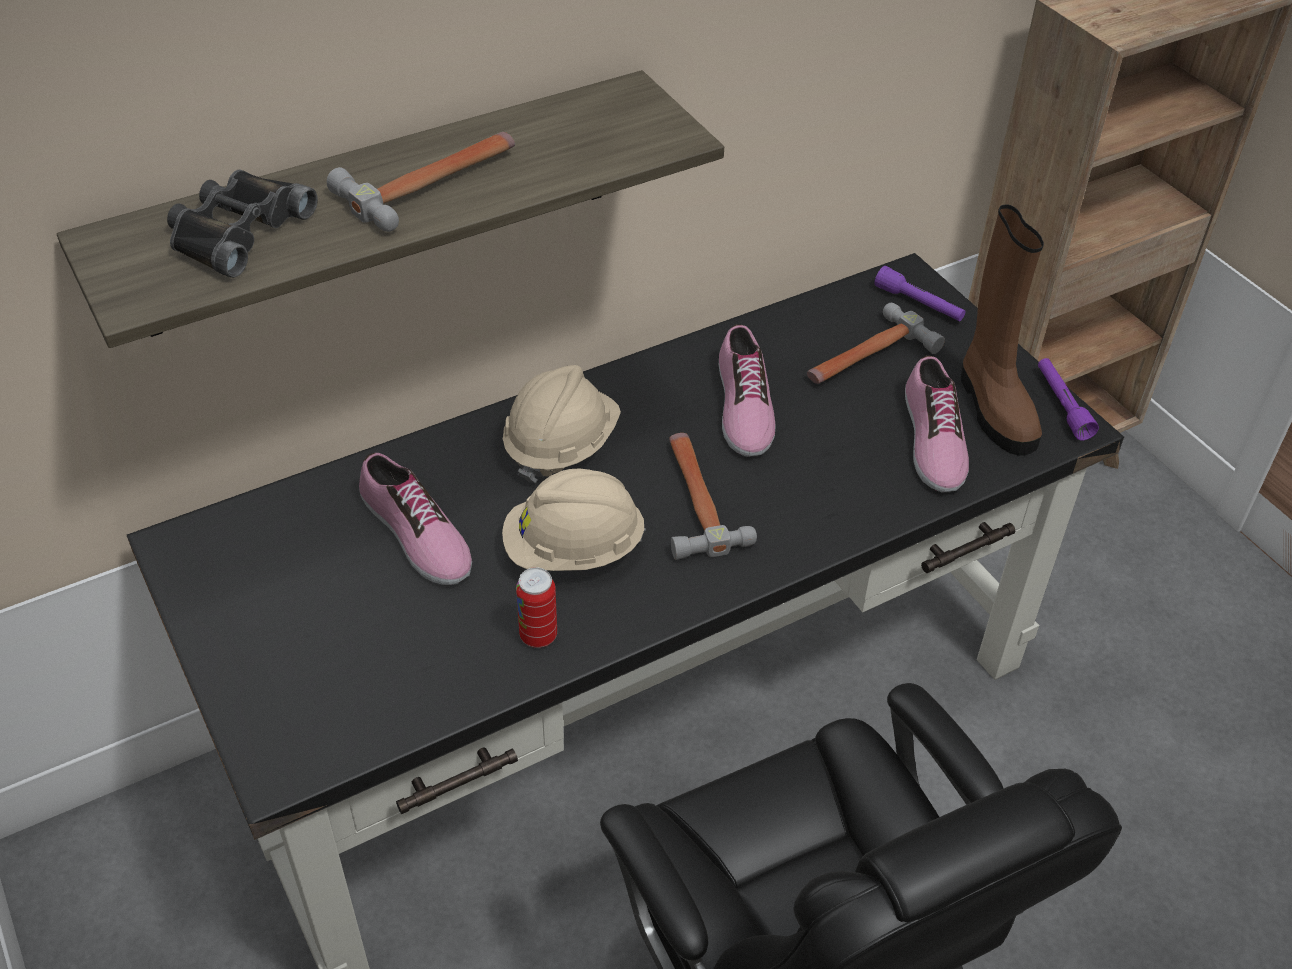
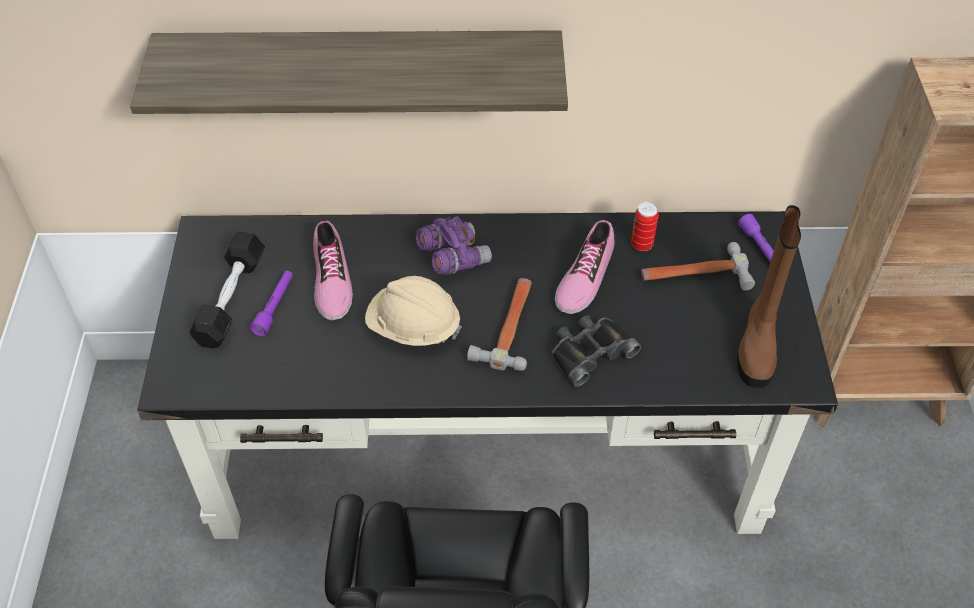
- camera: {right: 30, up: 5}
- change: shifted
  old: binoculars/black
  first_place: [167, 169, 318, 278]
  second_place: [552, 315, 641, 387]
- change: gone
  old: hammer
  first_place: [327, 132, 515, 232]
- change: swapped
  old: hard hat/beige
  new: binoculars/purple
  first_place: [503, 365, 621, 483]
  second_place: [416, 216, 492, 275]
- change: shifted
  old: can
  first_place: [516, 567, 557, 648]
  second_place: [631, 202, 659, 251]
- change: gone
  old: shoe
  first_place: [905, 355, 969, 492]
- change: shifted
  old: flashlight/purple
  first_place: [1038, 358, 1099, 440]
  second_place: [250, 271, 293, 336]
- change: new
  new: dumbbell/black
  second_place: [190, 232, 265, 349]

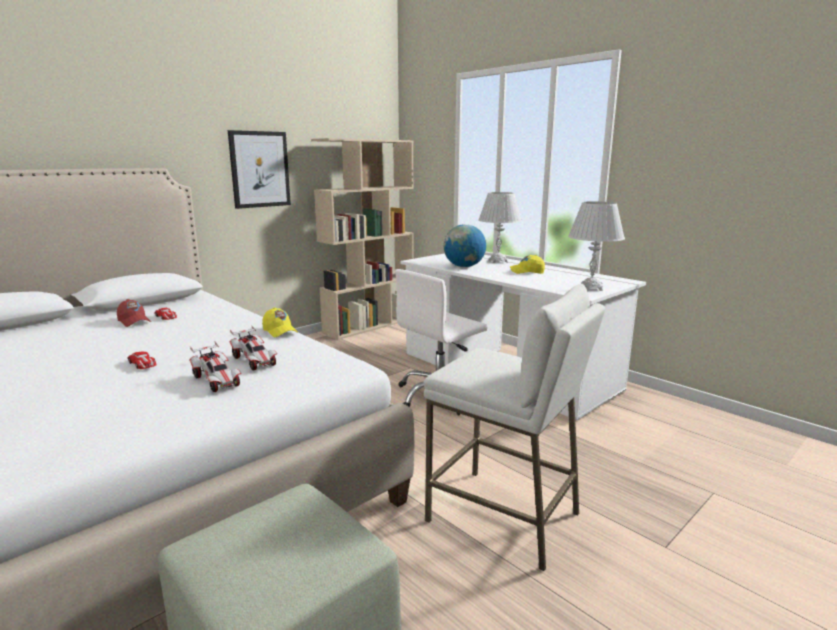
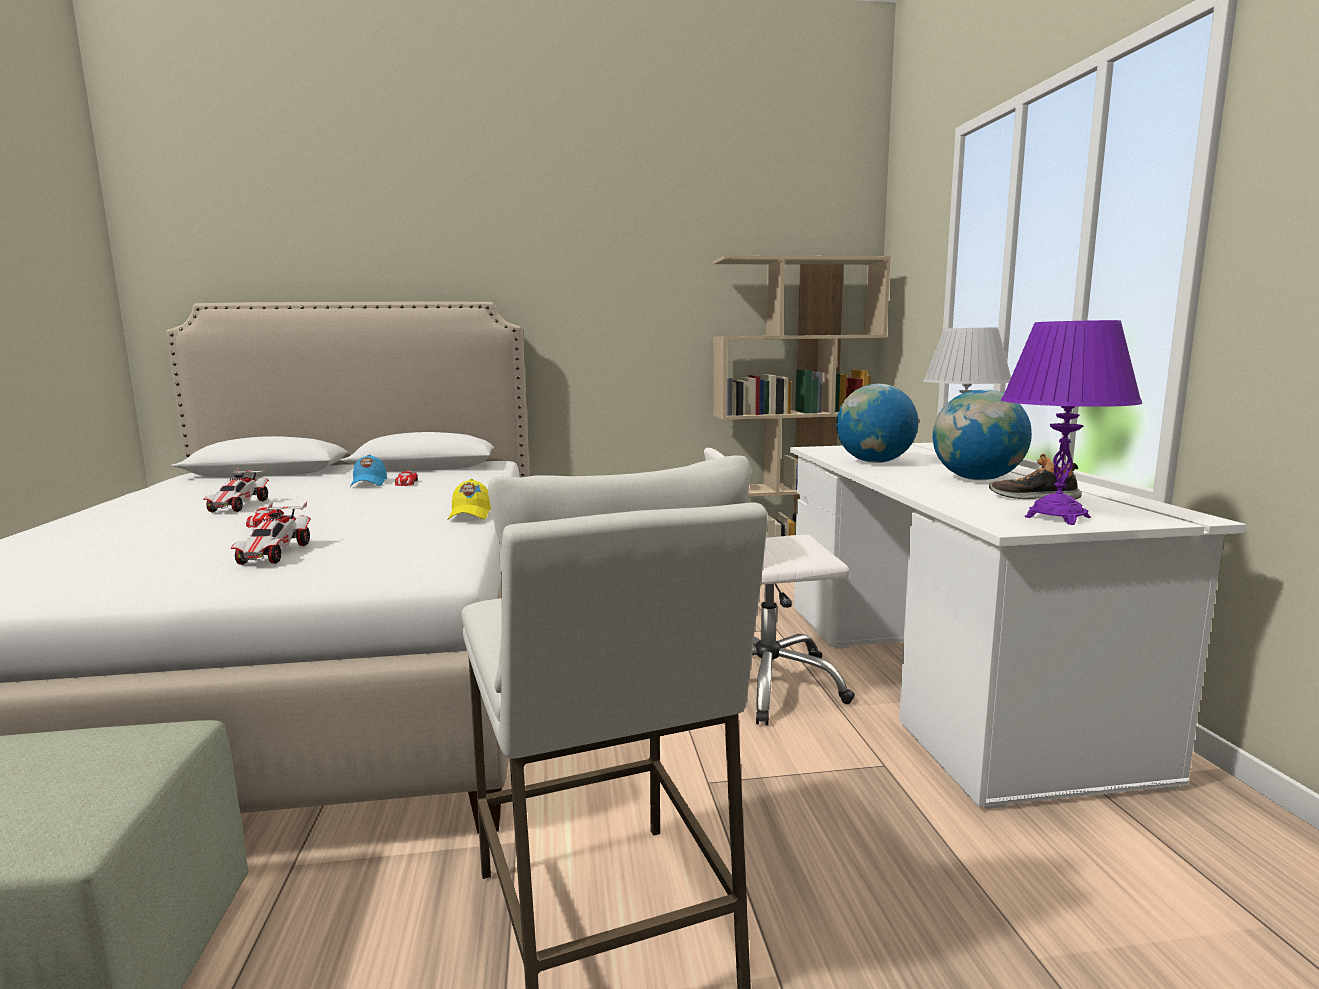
- camera: {right: 35, up: -5}
- change: repainted
  old: cap/red
  new: cap/blue
  first_place: [117, 299, 151, 327]
  second_place: [350, 455, 387, 487]
- change: gone
  old: picture
  first_place: [228, 130, 291, 209]
- change: shifted
  old: toy car
  first_place: [229, 325, 277, 370]
  second_place: [203, 467, 269, 513]
- change: swapped
  old: cap/yellow
  new: globe
  first_place: [510, 255, 545, 274]
  second_place: [932, 389, 1032, 480]
- change: repainted
  old: table lamp/white
  new: table lamp/purple
  first_place: [568, 201, 625, 291]
  second_place: [1001, 320, 1142, 525]
- change: new
  new: shoe
  second_place: [989, 454, 1082, 499]

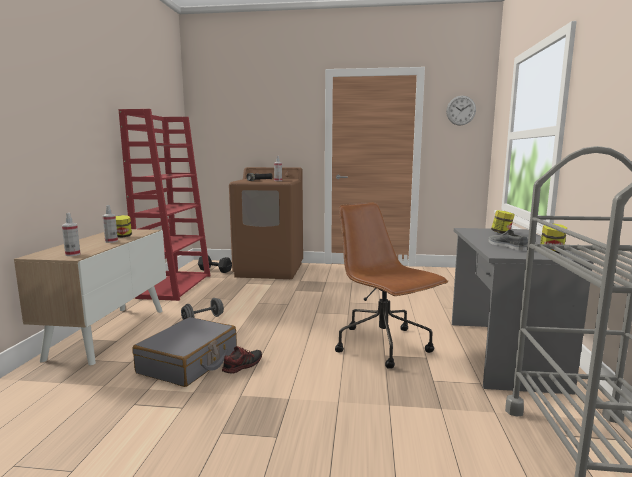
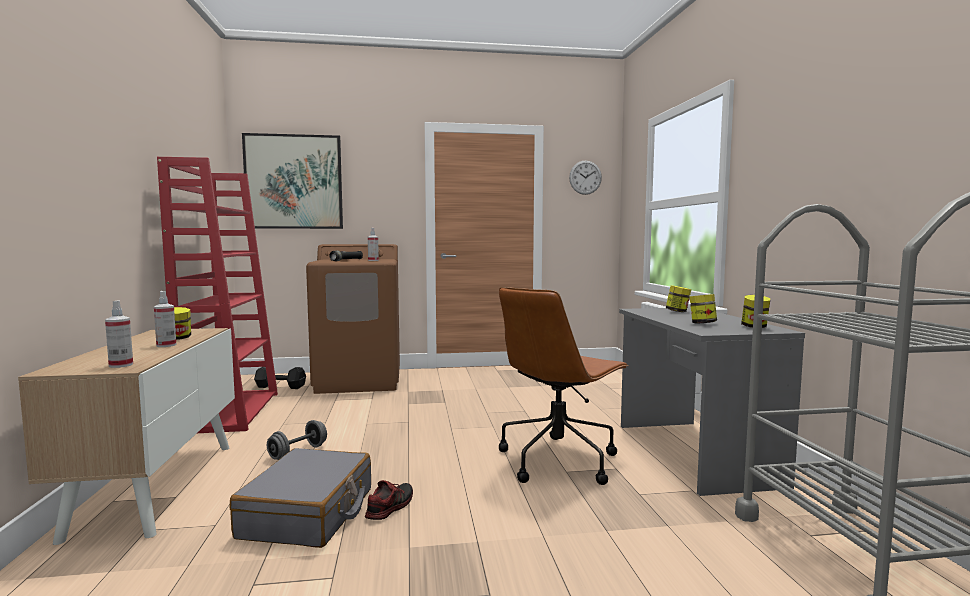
- camera: {right: -15, up: -5}
- change: rotated
  old: office chair/brown
  first_place: [335, 202, 448, 369]
  second_place: [499, 287, 629, 485]
  degrees: -90
- change: swapped
  old: shoe/grey
  new: jar
  first_place: [488, 230, 528, 251]
  second_place: [689, 294, 717, 323]
- change: new
  new: picture
  second_place: [242, 133, 343, 229]

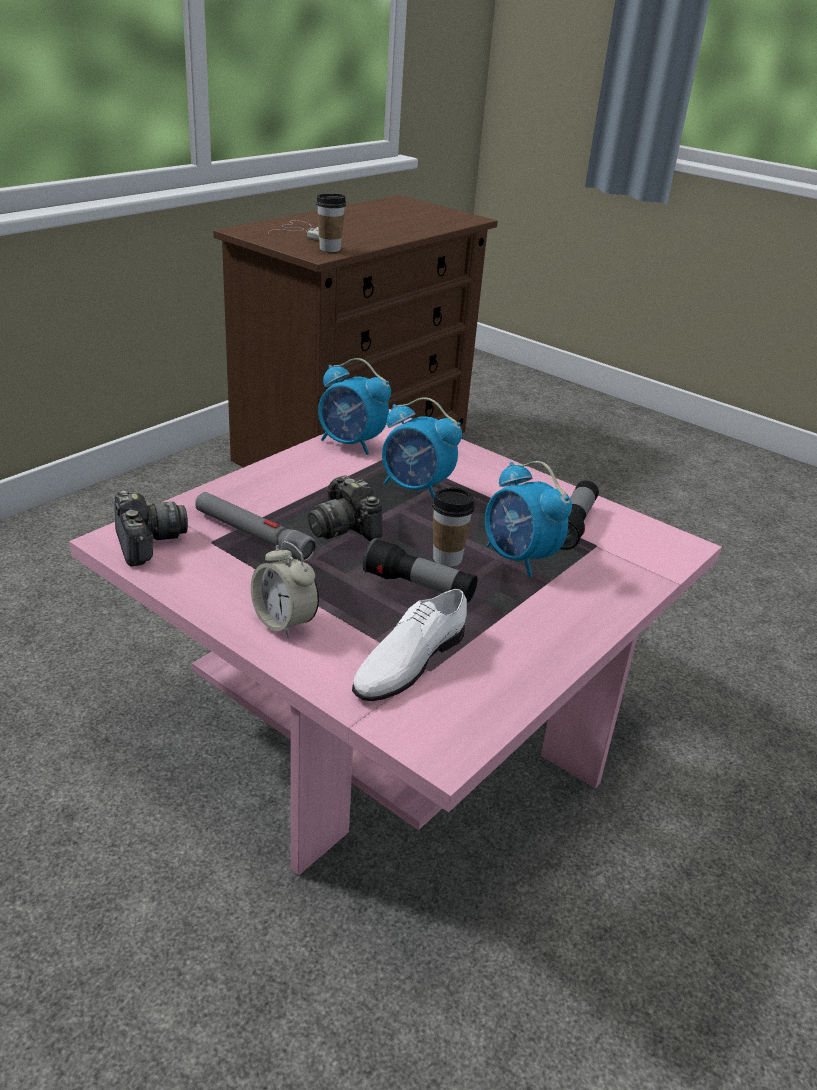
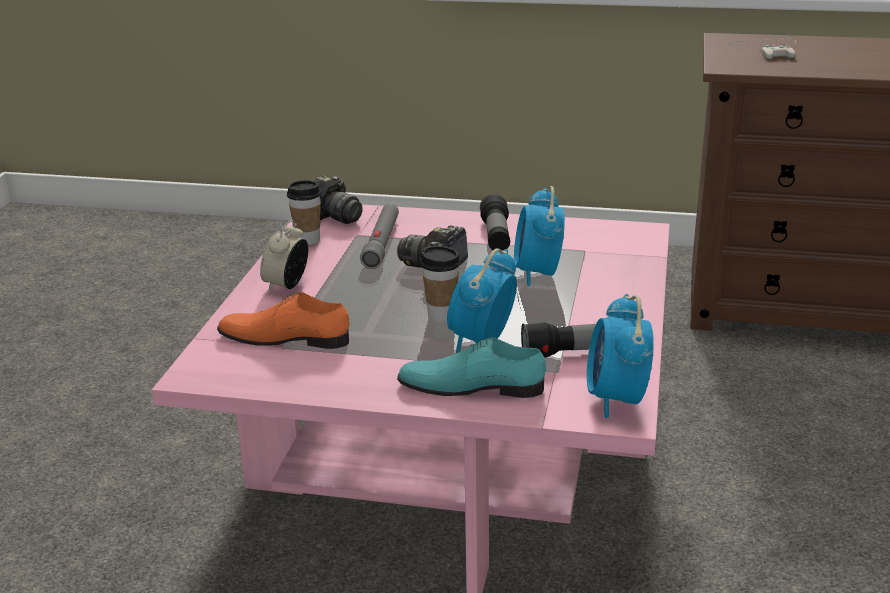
- camera: {right: 65, up: -5}
- change: shifted
  old: cup
  first_place: [316, 194, 346, 252]
  second_place: [287, 180, 321, 245]
- change: shifted
  old: alarm clock
  first_place: [318, 358, 391, 455]
  second_place: [587, 294, 654, 418]
- change: repainted
  old: shoe/white
  new: shoe/orange
  first_place: [352, 589, 467, 701]
  second_place: [217, 292, 350, 349]
- change: shifted
  old: flashlight
  first_place: [363, 538, 477, 603]
  second_place: [480, 194, 510, 251]
- change: new
  new: shoe/turquoise
  second_place: [397, 337, 546, 398]

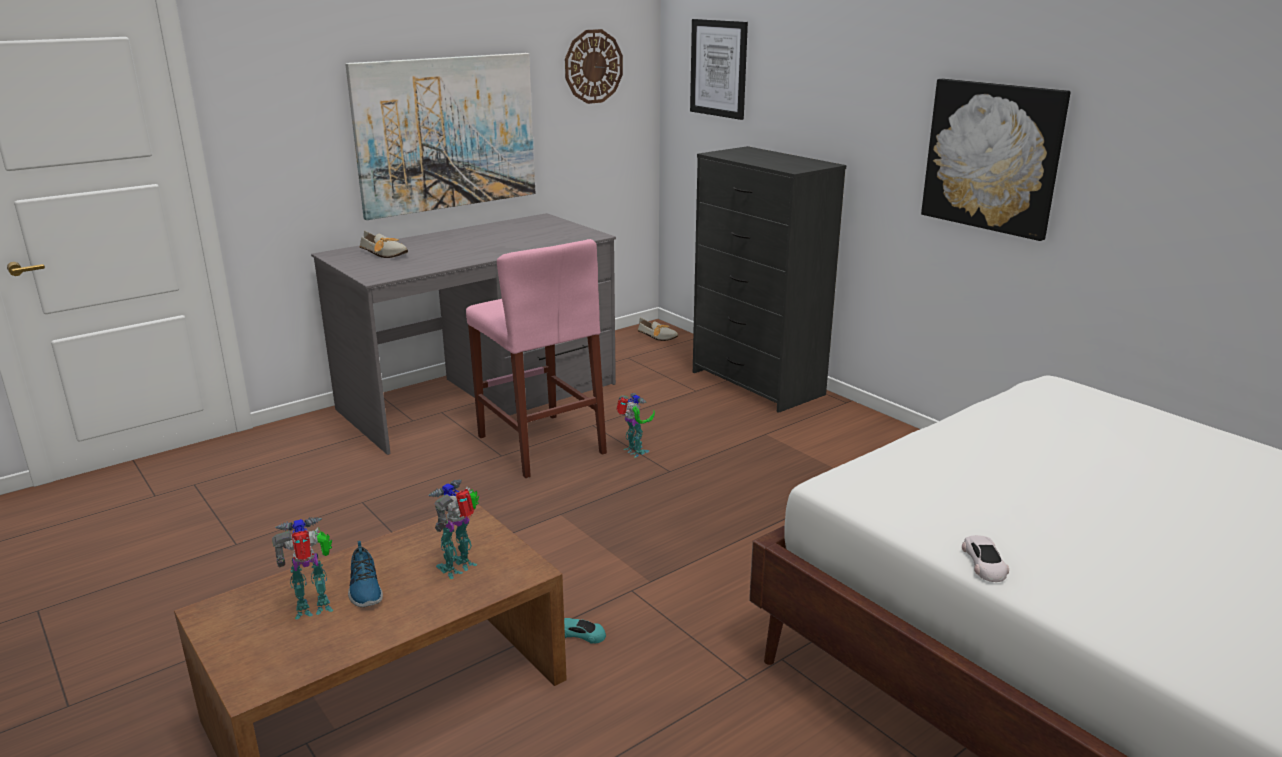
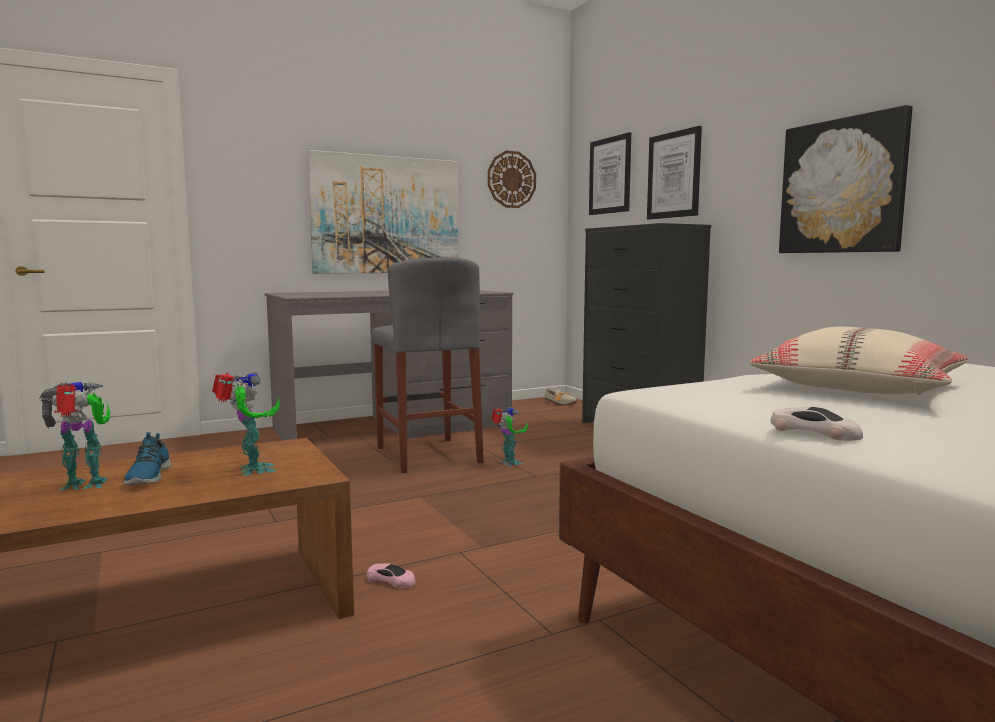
- camera: {right: 10, up: -15}
- change: gone
  old: shoe
  first_place: [360, 231, 408, 258]
- change: rotated
  old: toy robot
  first_place: [428, 480, 479, 579]
  second_place: [212, 372, 280, 476]
  degrees: 105
- change: repainted
  old: stool/pink
  new: stool/grey
  first_place: [466, 239, 607, 478]
  second_place: [372, 257, 483, 473]
- change: repainted
  old: toy car/turquoise
  new: toy car/pink
  first_place: [564, 618, 606, 644]
  second_place: [366, 563, 416, 589]
- change: rotated
  old: toy car/white
  first_place: [962, 535, 1009, 582]
  second_place: [770, 407, 863, 441]
  degrees: -60
- change: new
  new: picture
  second_place: [647, 126, 702, 219]
- change: new
  new: pillow/beige
  second_place: [749, 327, 969, 395]

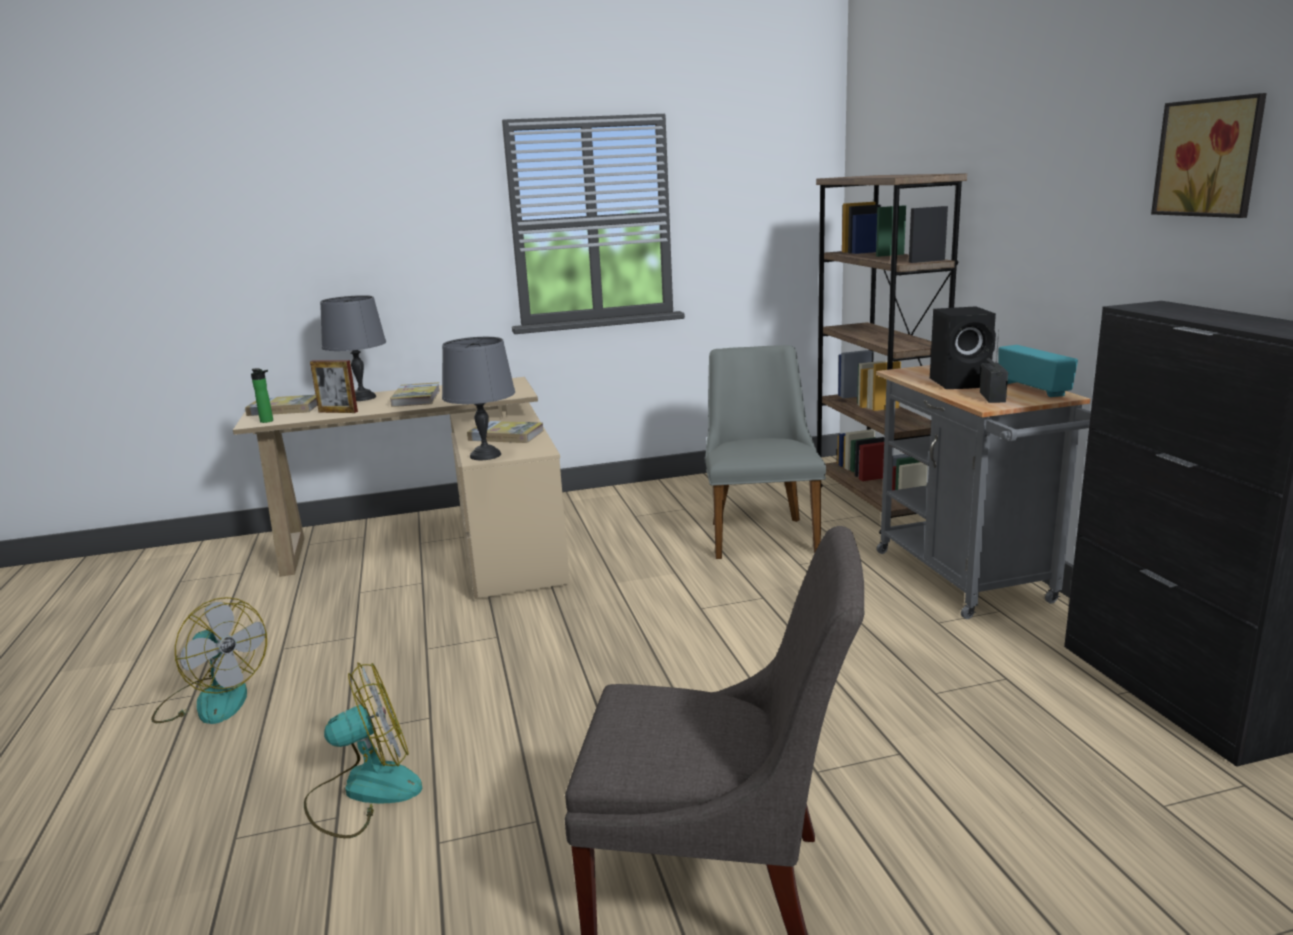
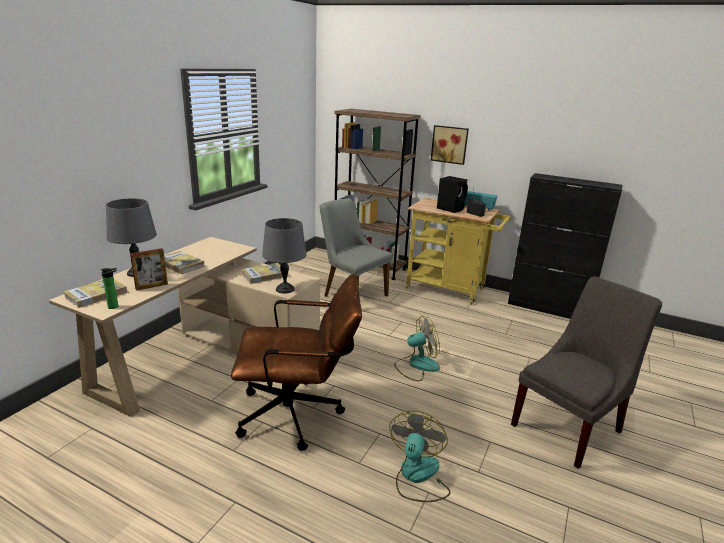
- camera: {right: -50, up: 5}
- change: shifted
  old: fan
  first_place: [151, 597, 267, 724]
  second_place: [394, 316, 440, 381]
- change: repainted
  old: cart/grey
  new: cart/yellow
  first_place: [876, 365, 1091, 619]
  second_place: [406, 197, 511, 304]
- change: shifted
  old: picture
  first_place: [1151, 93, 1267, 218]
  second_place: [431, 125, 469, 165]
- change: new
  new: office chair/brown
  second_place: [231, 274, 362, 451]

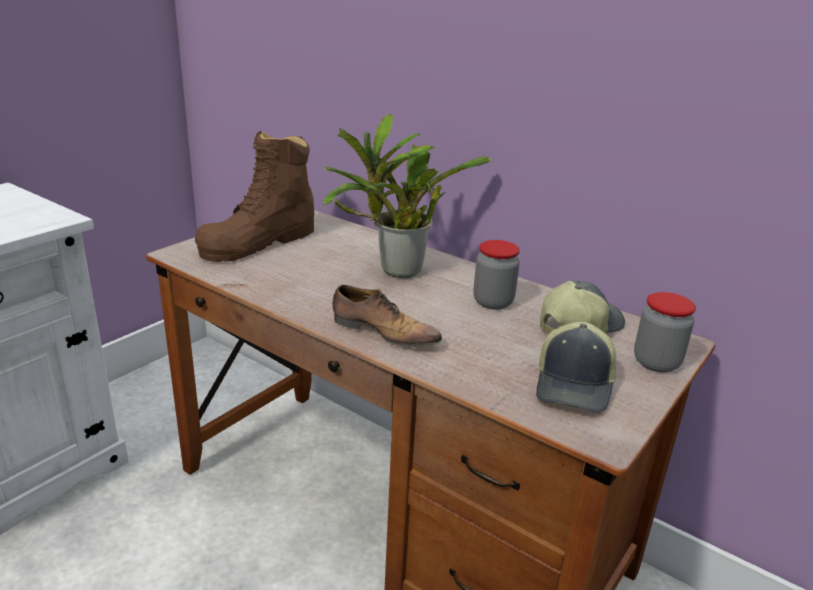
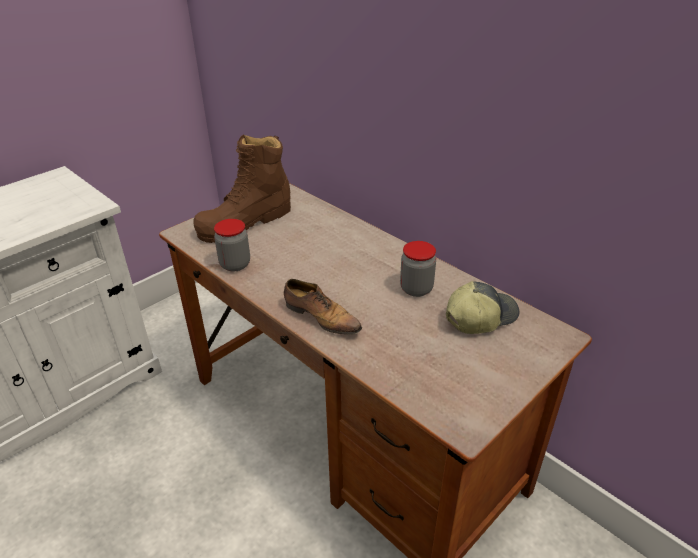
- camera: {right: 10, up: 10}
- change: gone
  old: potted plant
  first_place: [323, 114, 491, 278]
- change: gone
  old: cap
  first_place: [536, 322, 616, 413]
- change: shifted
  old: jar
  first_place: [634, 292, 696, 373]
  second_place: [214, 219, 250, 272]

